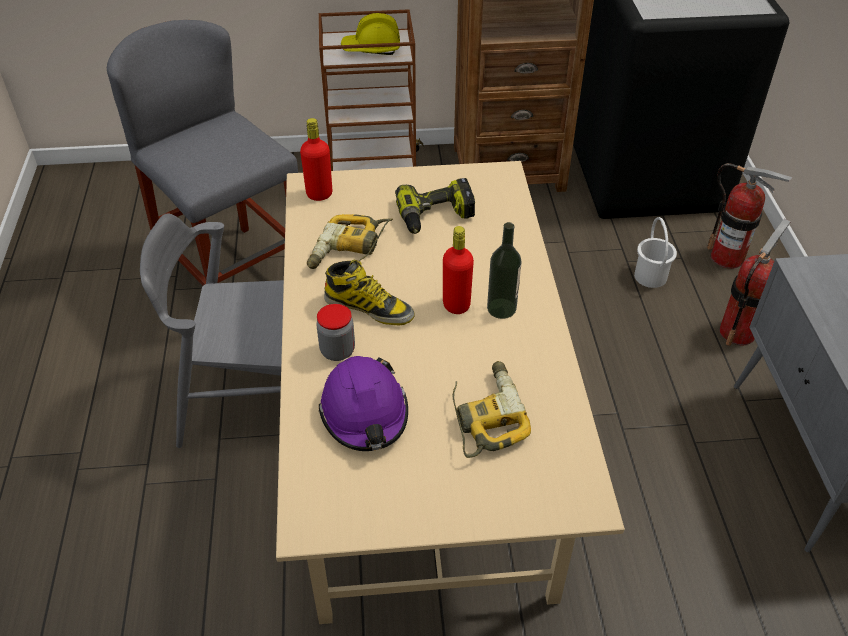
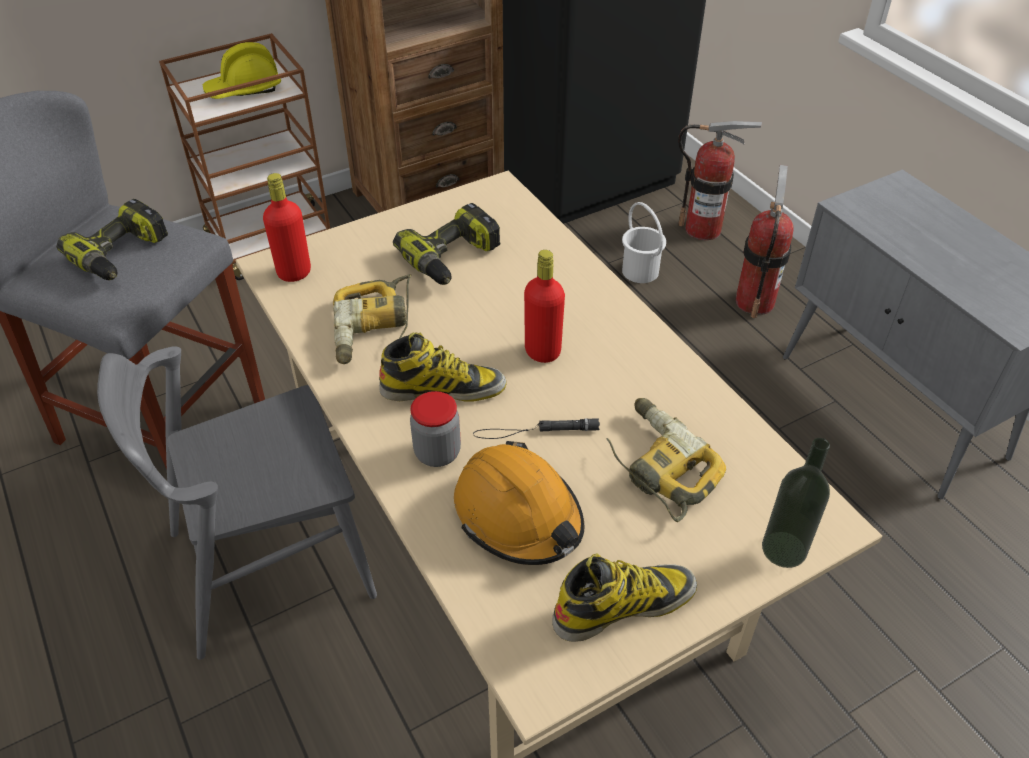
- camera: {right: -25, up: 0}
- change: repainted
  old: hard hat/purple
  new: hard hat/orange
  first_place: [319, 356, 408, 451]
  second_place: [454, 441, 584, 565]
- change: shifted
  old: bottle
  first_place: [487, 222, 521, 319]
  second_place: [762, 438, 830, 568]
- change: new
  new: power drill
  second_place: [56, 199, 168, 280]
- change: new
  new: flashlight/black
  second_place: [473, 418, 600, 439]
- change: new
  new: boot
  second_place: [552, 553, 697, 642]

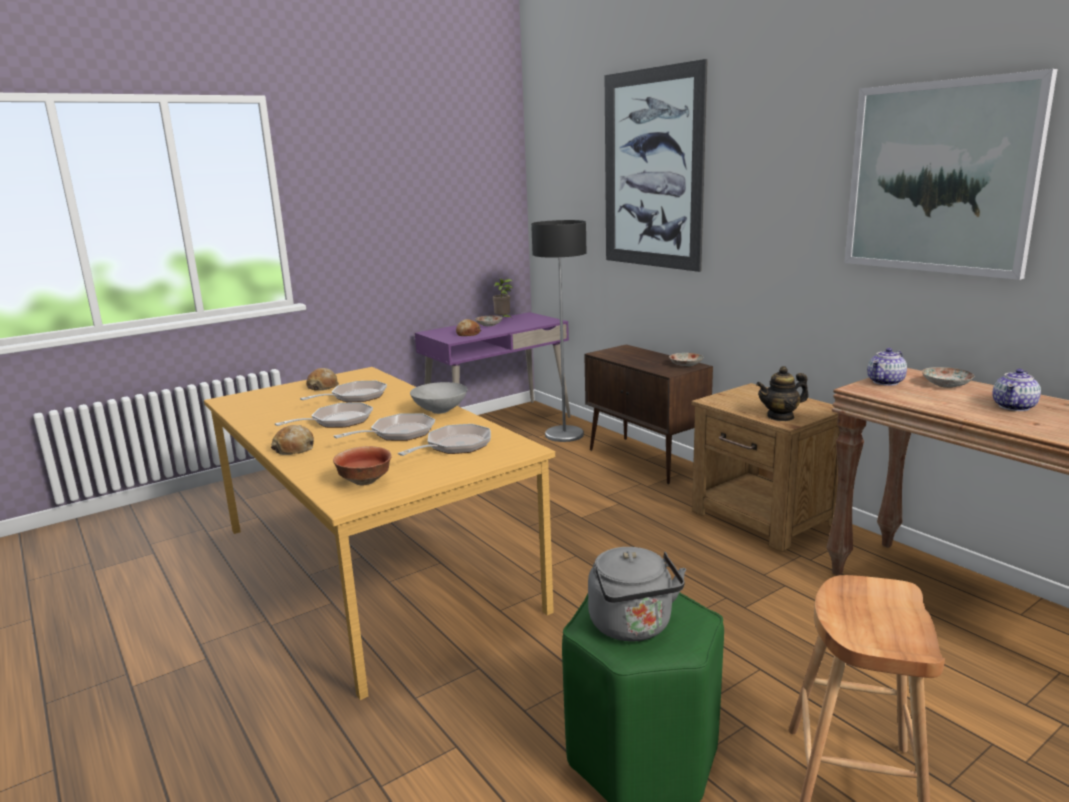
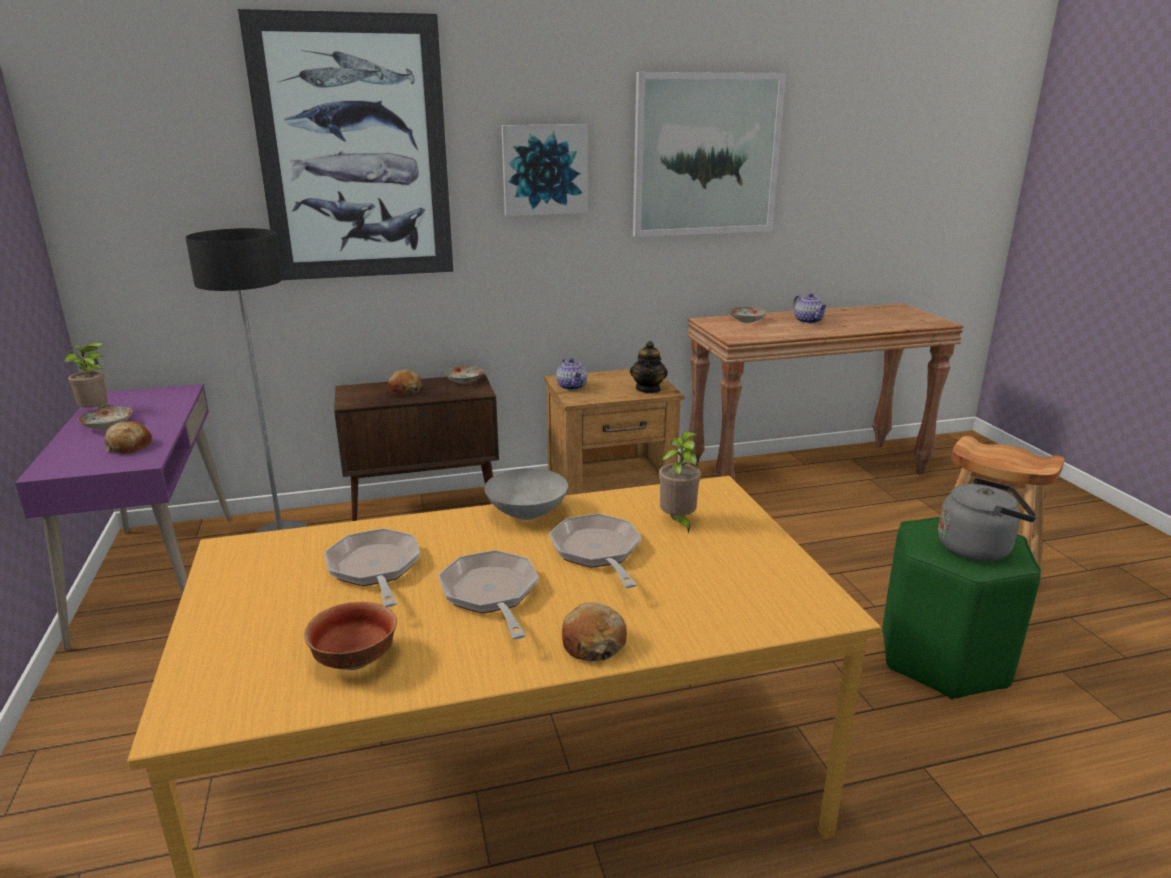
- camera: {right: -70, up: 5}
- change: shifted
  old: bread
  first_place: [306, 368, 339, 391]
  second_place: [388, 370, 422, 395]
- change: shifted
  old: bowl
  first_place: [333, 446, 391, 485]
  second_place: [304, 602, 397, 670]
- change: swapped
  old: frying pan
  new: potted plant
  first_place: [398, 424, 491, 456]
  second_place: [659, 431, 701, 534]
- change: shifted
  old: teapot
  first_place: [867, 348, 907, 386]
  second_place: [556, 358, 587, 390]
- change: new
  new: picture
  second_place: [501, 124, 588, 216]

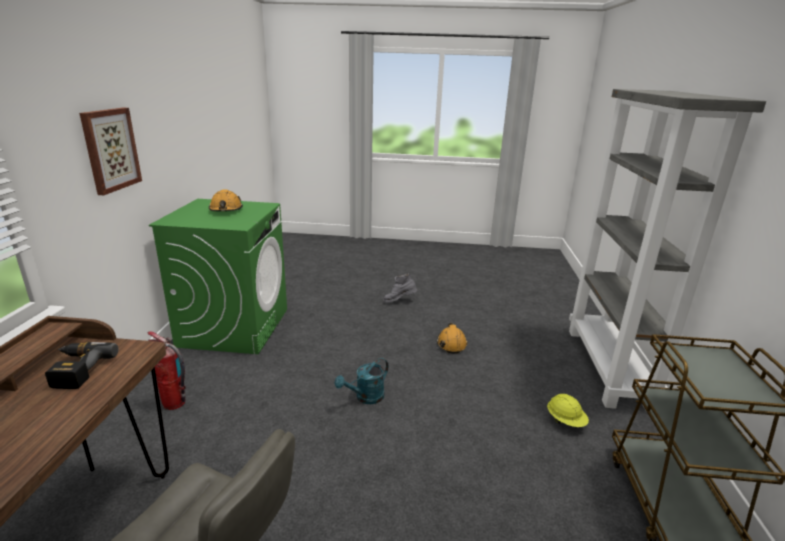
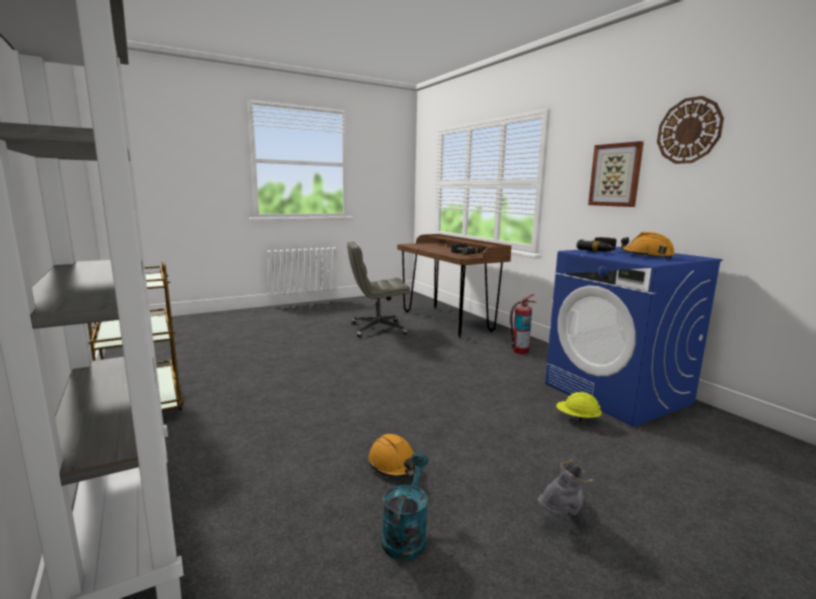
- camera: {right: 145, up: -10}
- change: repainted
  old: washing machine/green
  new: washing machine/blue
  first_place: [149, 199, 287, 354]
  second_place: [545, 247, 723, 427]
- change: shifted
  old: watering can/turquoise
  first_place: [334, 358, 388, 404]
  second_place: [381, 453, 429, 560]
- change: shifted
  old: hard hat/yellow
  first_place: [547, 394, 589, 427]
  second_place: [556, 392, 602, 423]
- change: new
  new: power drill
  second_place: [576, 237, 616, 252]
- change: new
  new: wall clock
  second_place: [657, 96, 724, 164]

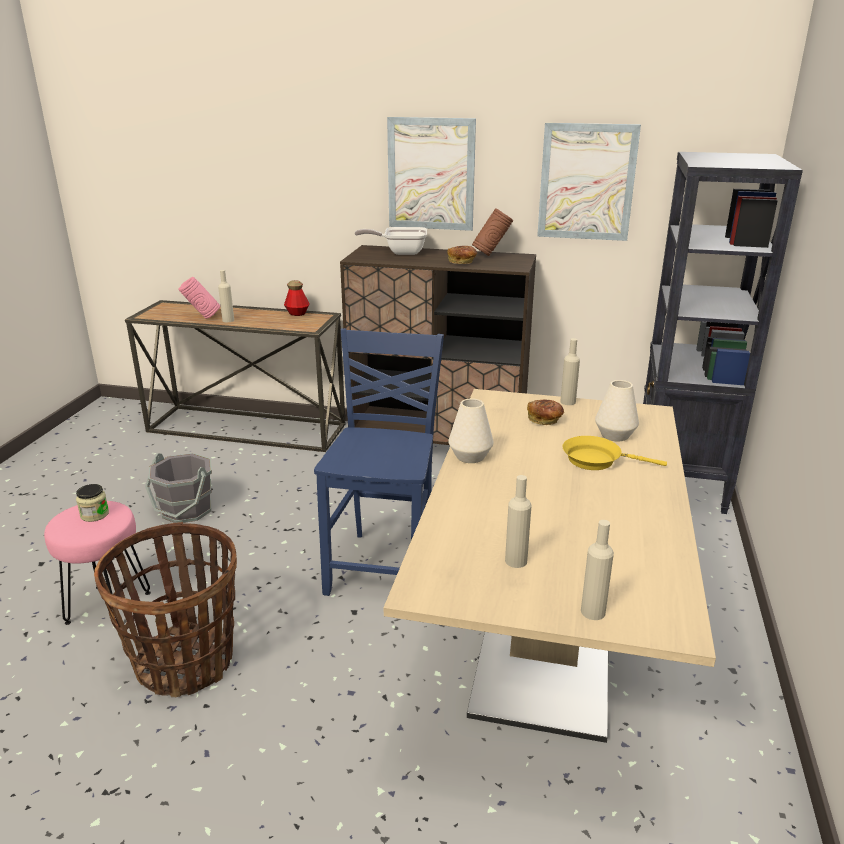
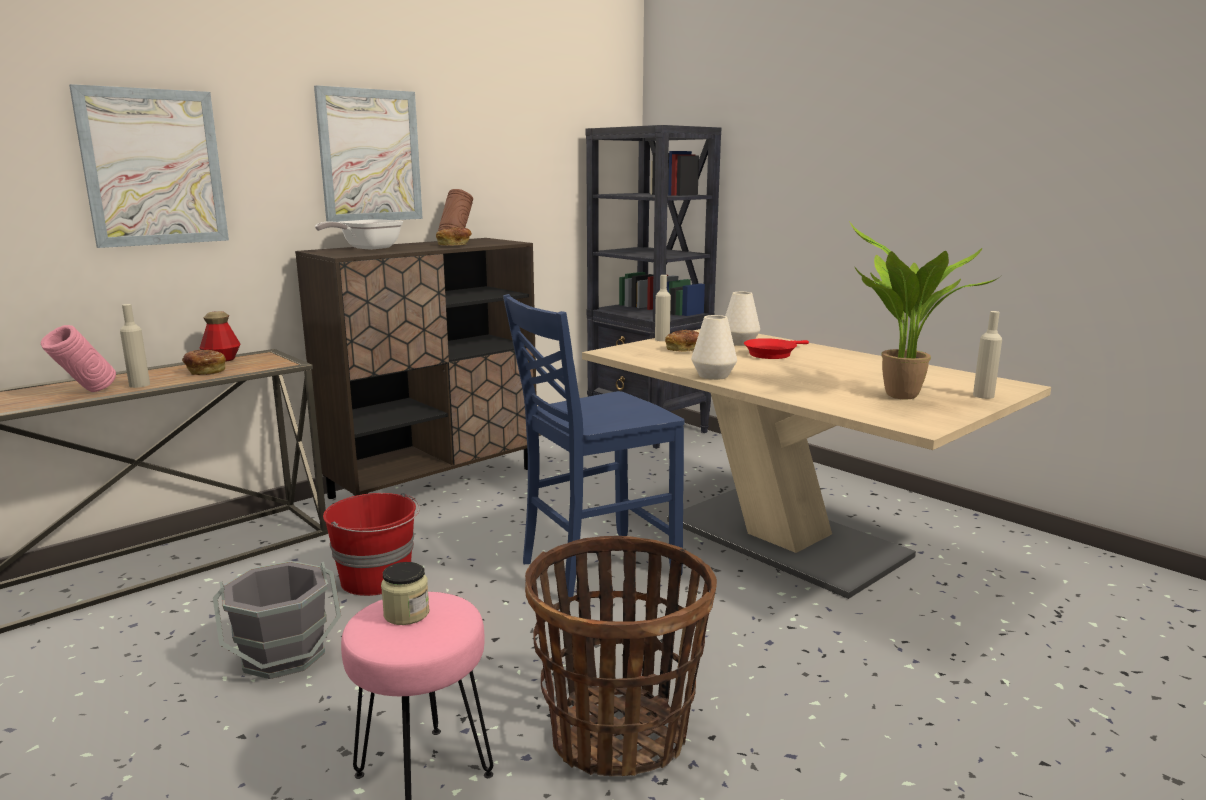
- camera: {right: -55, up: -10}
- change: rotated
  old: chair/blue
  first_place: [314, 328, 444, 596]
  second_place: [503, 294, 684, 602]
  degrees: -75
- change: swapped
  old: bottle/beige
  new: potted plant
  first_place: [505, 475, 532, 568]
  second_place: [849, 221, 1001, 400]
- change: shifted
  old: picture
  first_place: [537, 123, 641, 241]
  second_place: [69, 84, 229, 248]
- change: repainted
  old: frying pan/yellow
  new: frying pan/red
  first_place: [562, 436, 667, 470]
  second_place: [744, 338, 809, 359]
- change: new
  new: bread
  second_place: [182, 350, 226, 375]
- change: new
  new: bucket/red
  second_place: [323, 493, 420, 596]

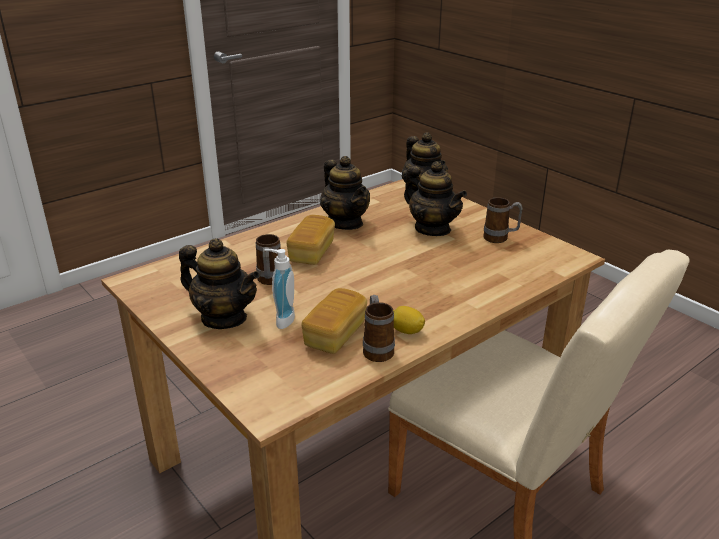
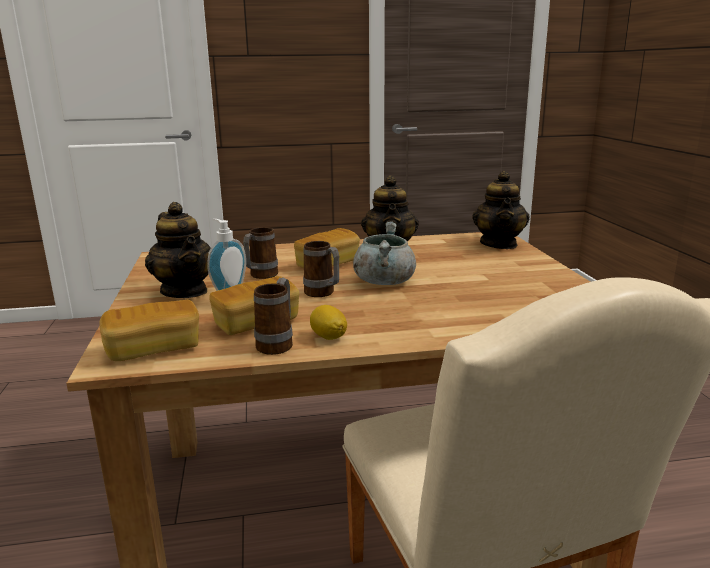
- camera: {right: 30, up: -10}
- change: gone
  old: teapot
  first_place: [404, 161, 467, 236]
- change: shifted
  old: mug
  first_place: [483, 197, 523, 243]
  second_place: [303, 241, 339, 297]
- change: new
  new: bread
  second_place: [99, 300, 199, 361]
- change: new
  new: cooking pot/grey
  second_place: [353, 221, 416, 285]

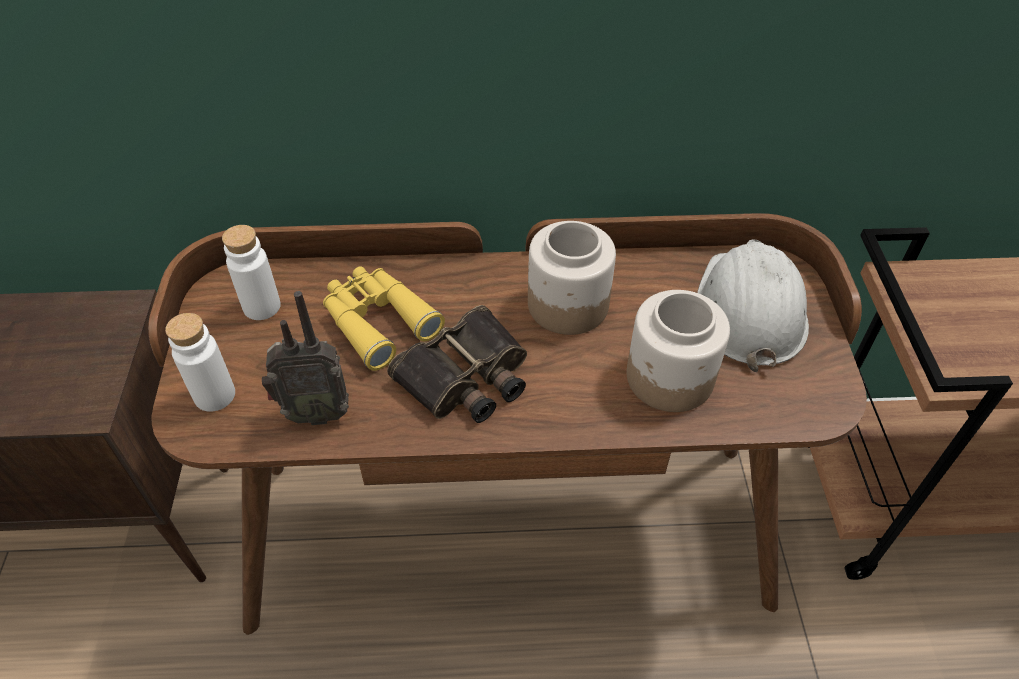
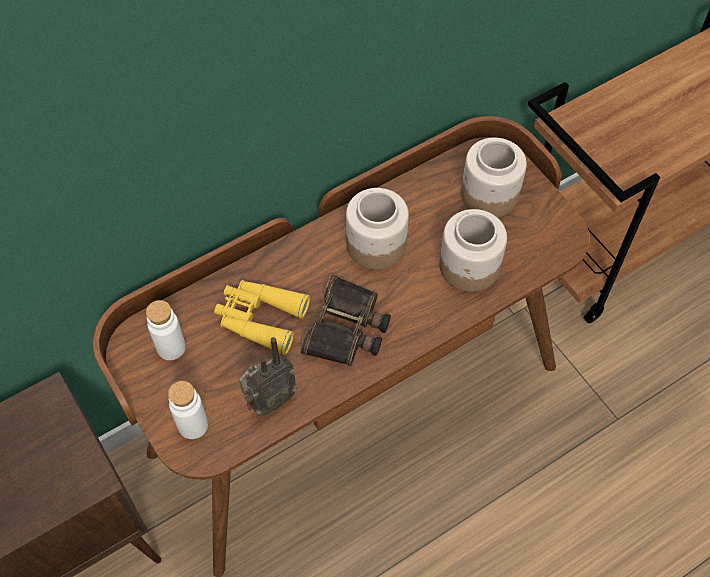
- camera: {right: -30, up: 10}
- change: swapped
  old: hard hat/white
  new: jar
  first_place: [697, 239, 809, 373]
  second_place: [461, 138, 527, 217]

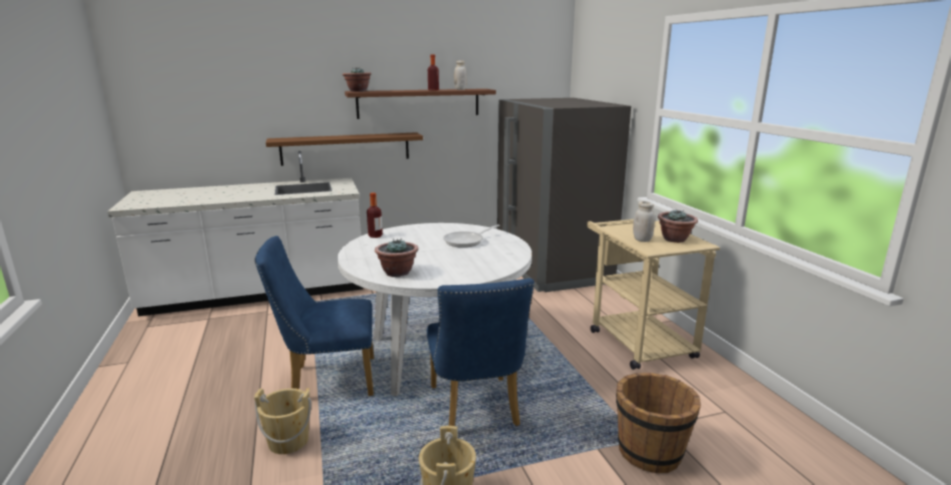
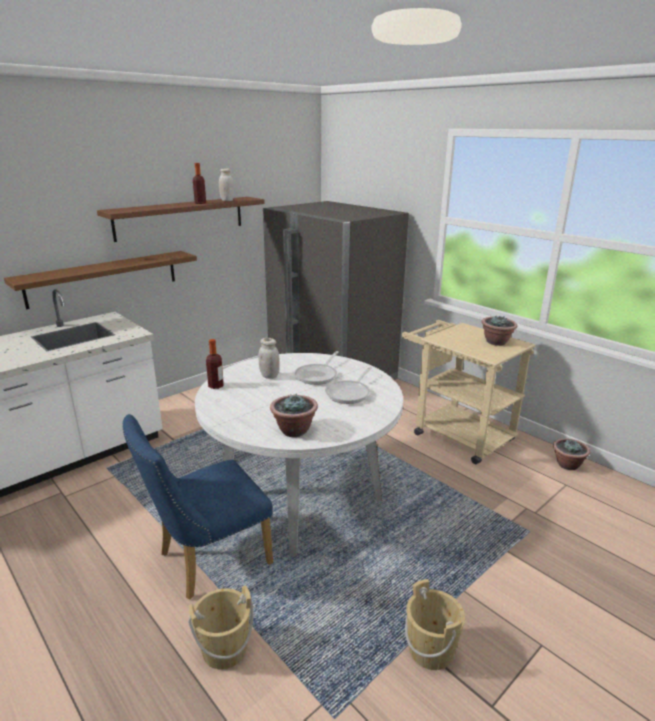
- camera: {right: -25, up: 5}
- change: shifted
  old: potted plant
  first_place: [342, 67, 371, 92]
  second_place: [553, 438, 590, 470]
- change: gone
  old: chair/blue
  first_place: [427, 278, 534, 426]
- change: gone
  old: bucket/brown
  first_place: [616, 373, 701, 473]
- change: shifted
  old: jar/white
  first_place: [633, 201, 655, 242]
  second_place: [258, 338, 280, 379]
- change: new
  new: frying pan
  second_place: [325, 367, 372, 404]

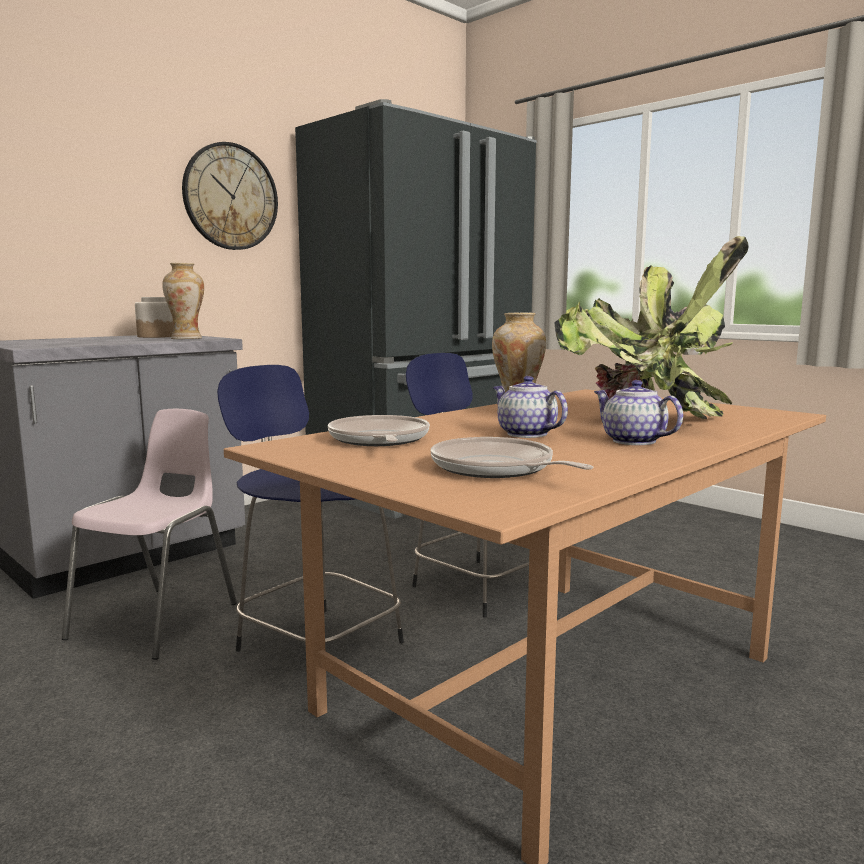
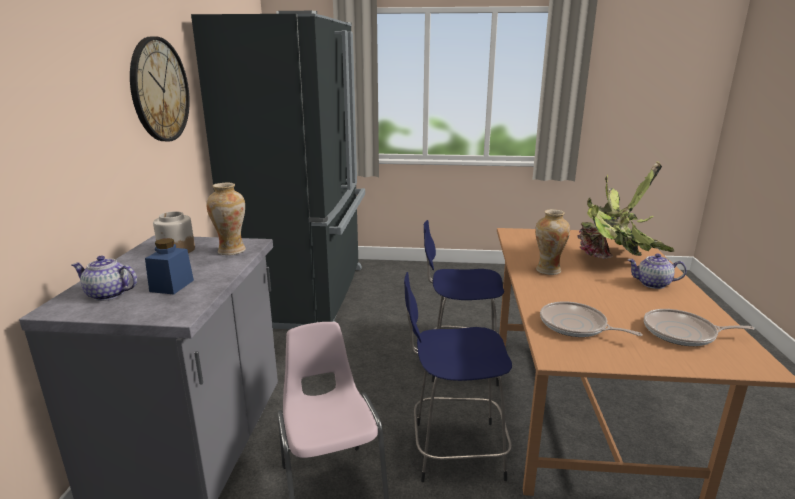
- camera: {right: -40, up: 10}
- change: shifted
  old: teapot
  first_place: [493, 376, 568, 438]
  second_place: [71, 256, 137, 301]
- change: new
  new: jar/blue
  second_place: [145, 238, 194, 295]

